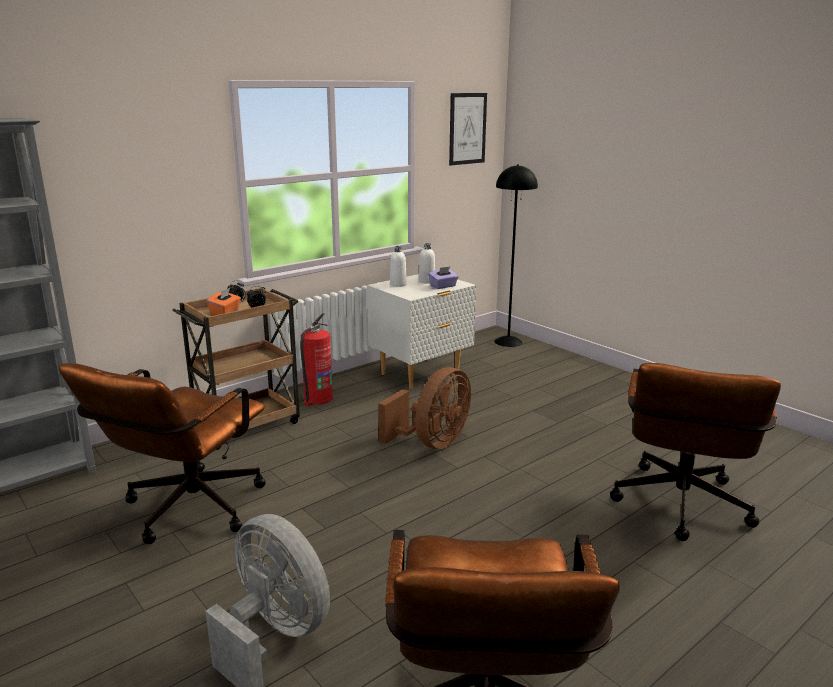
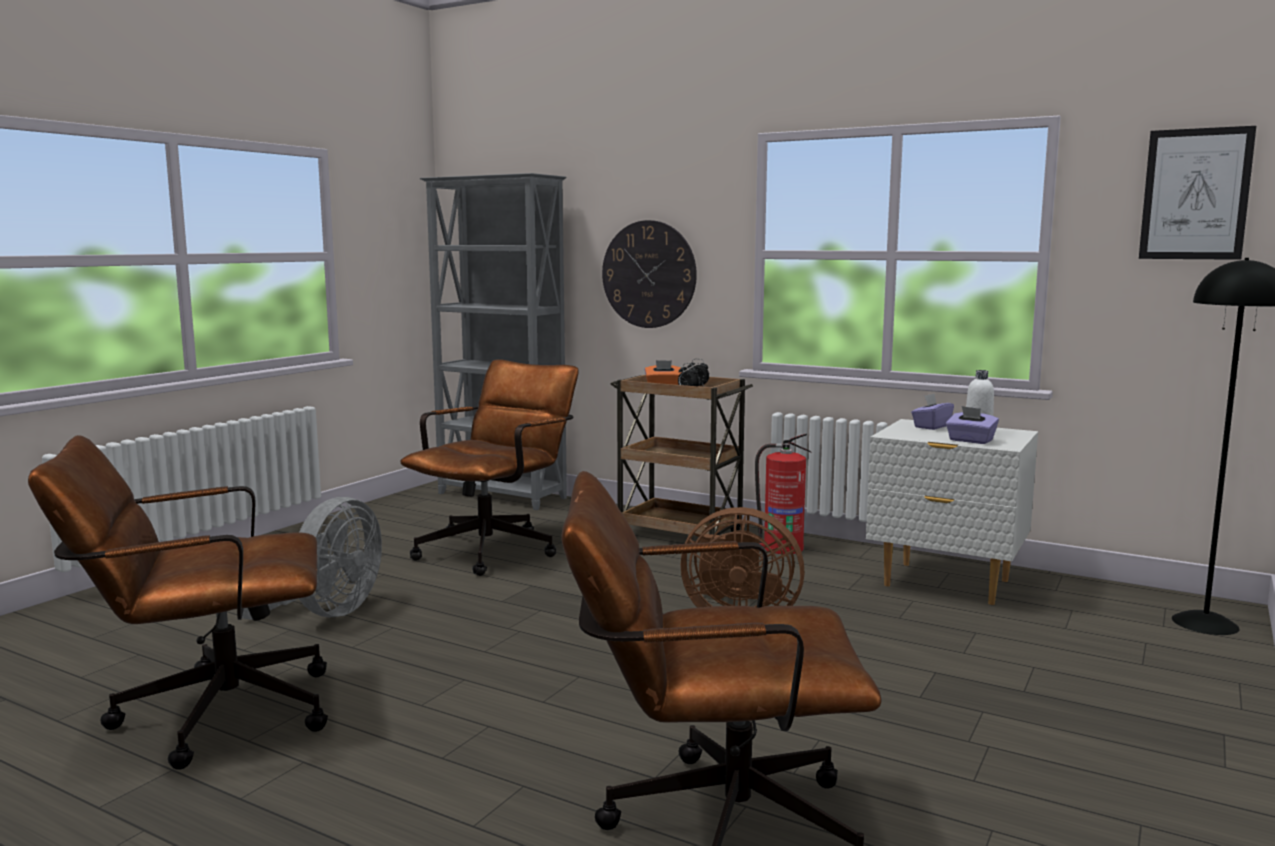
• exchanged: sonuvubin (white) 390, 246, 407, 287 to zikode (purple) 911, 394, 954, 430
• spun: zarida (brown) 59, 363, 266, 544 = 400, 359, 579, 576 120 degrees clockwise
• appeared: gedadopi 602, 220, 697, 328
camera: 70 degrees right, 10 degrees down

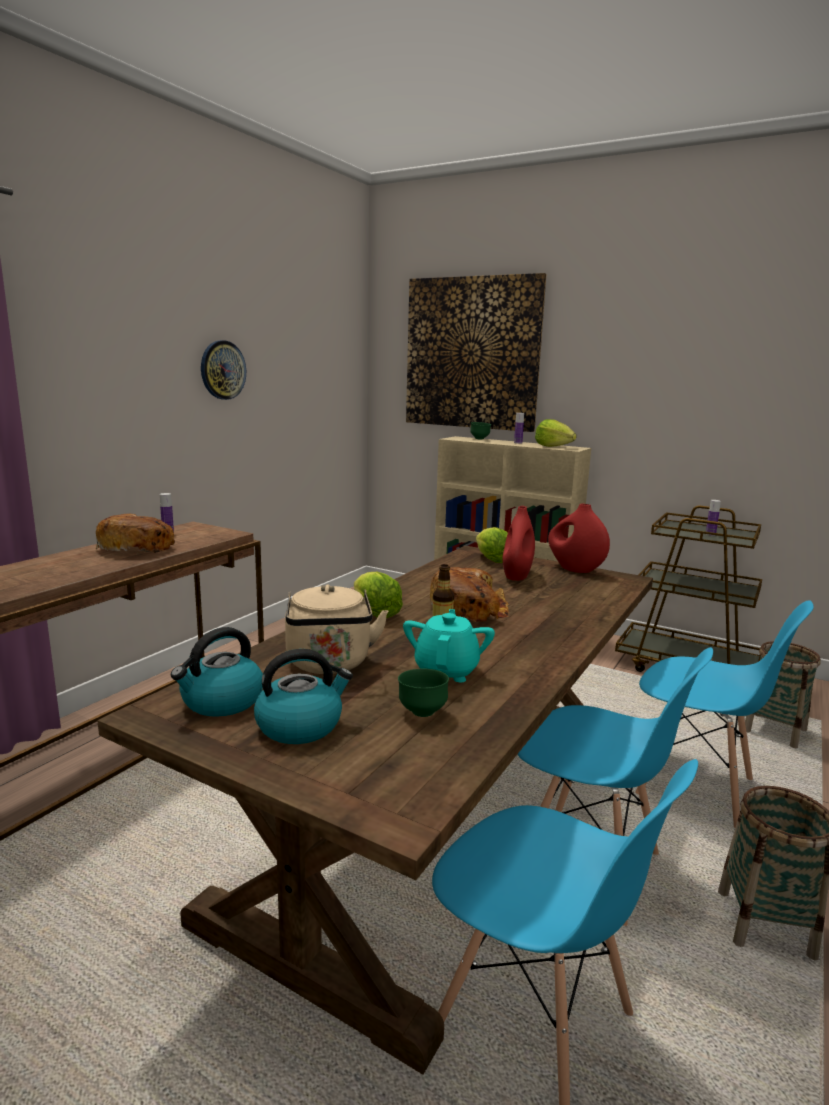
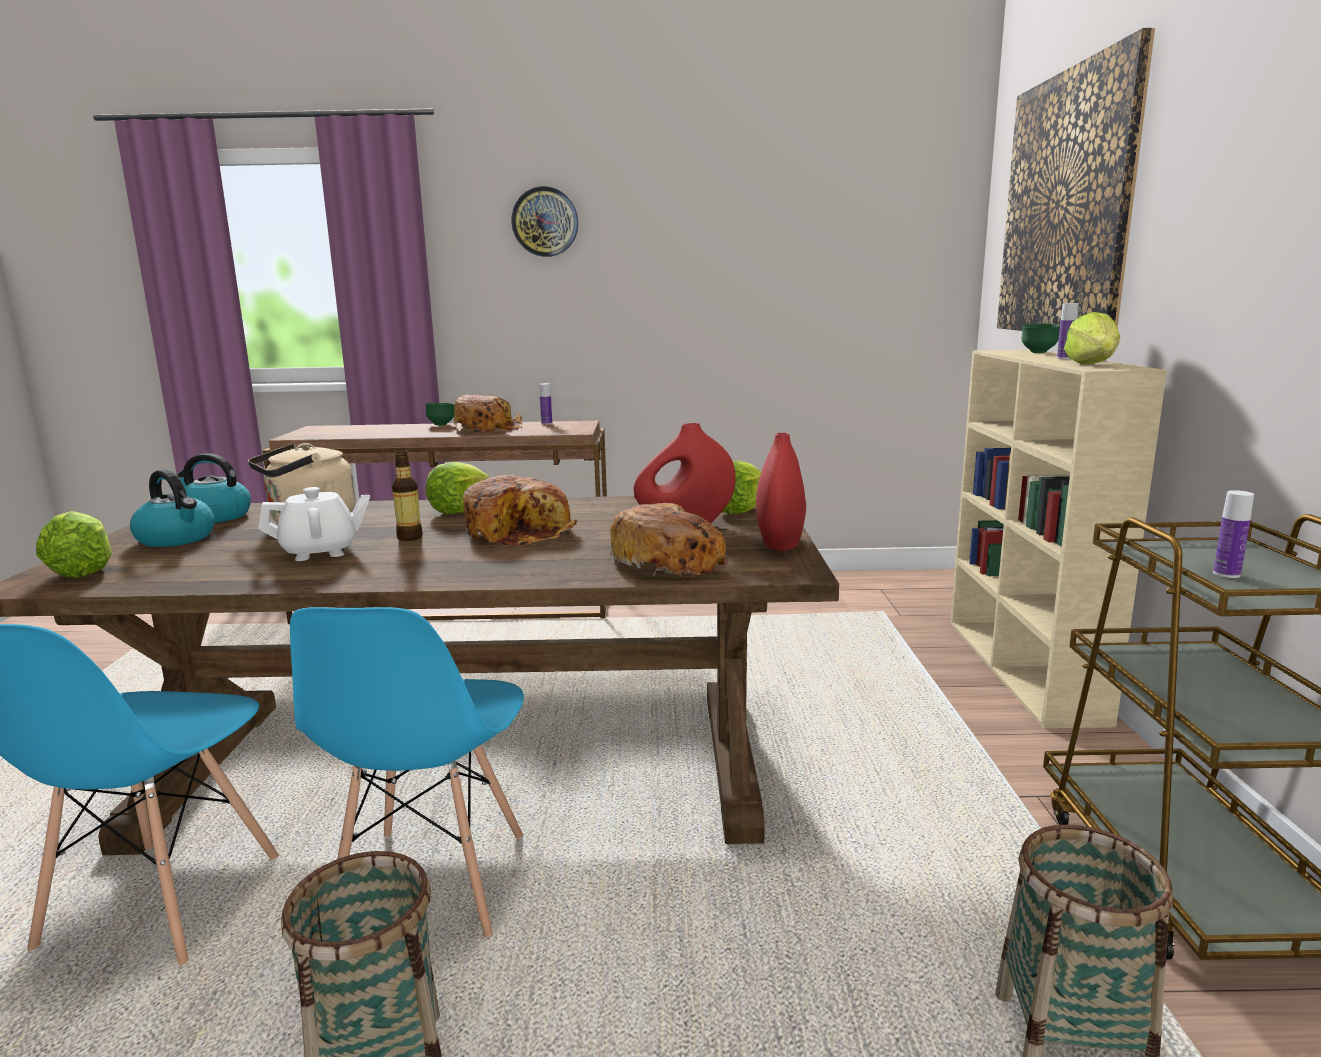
• relocated: gedadopi 201, 340, 246, 400 to 511, 186, 578, 257
• missing: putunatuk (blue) 635, 600, 814, 828
• colour: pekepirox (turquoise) 403, 609, 495, 682 to pekepirox (white) 258, 487, 370, 561
• relocated: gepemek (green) 398, 669, 449, 717 to 425, 403, 455, 426
• appeared: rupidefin 610, 503, 730, 577
• appeared: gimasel 36, 511, 112, 578
camera: 60 degrees right, 0 degrees up

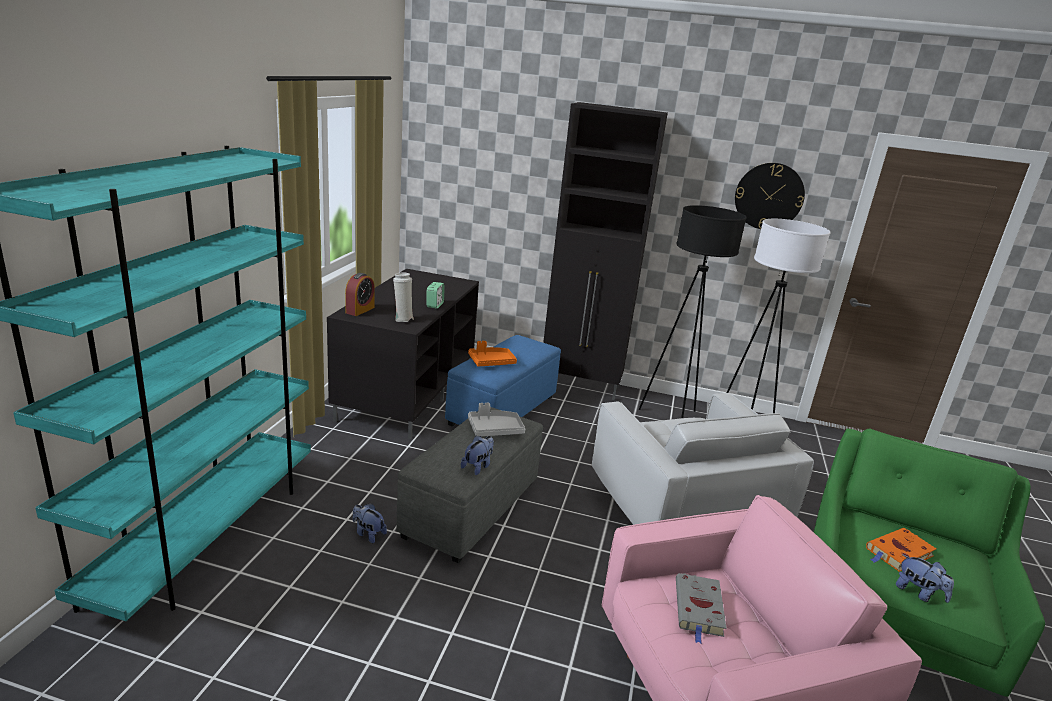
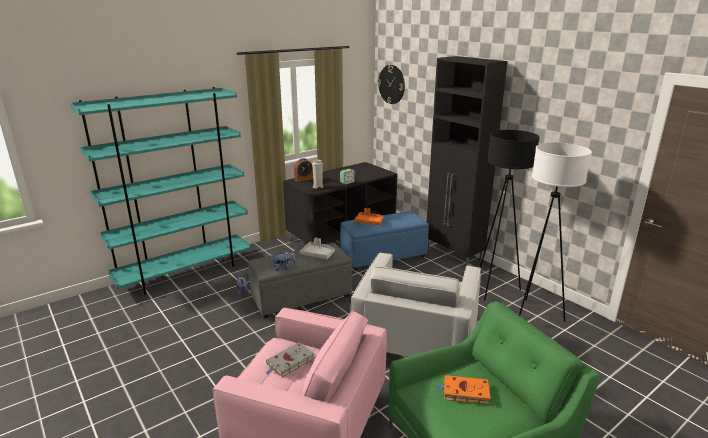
• relocated: gedadopi 735, 163, 805, 229 to 378, 65, 405, 104
• missing: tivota 896, 554, 954, 603
camera: 40 degrees right, 0 degrees up

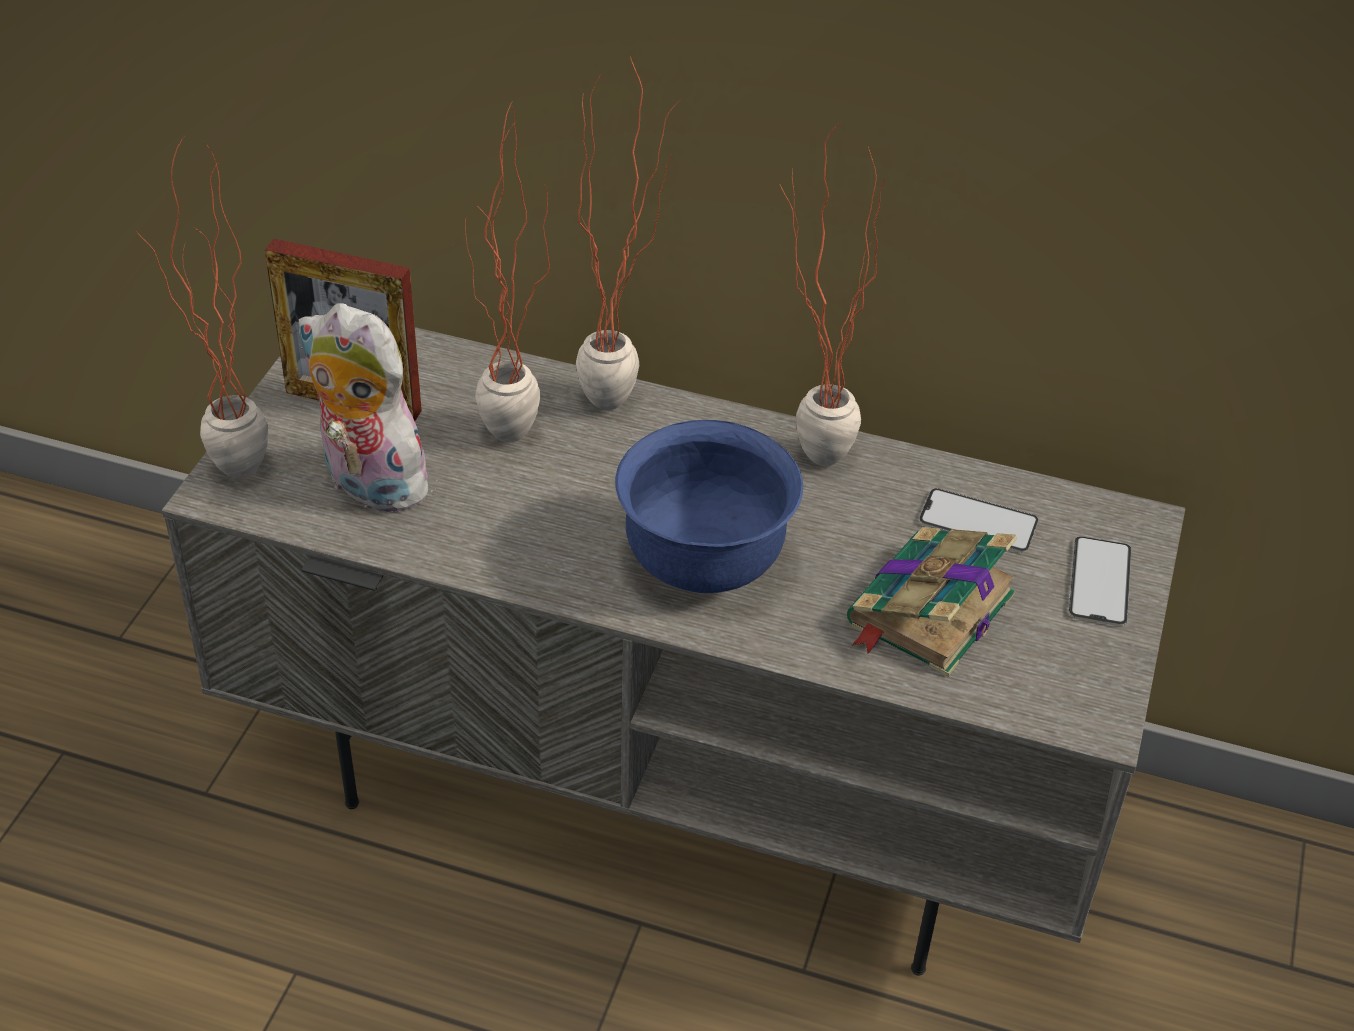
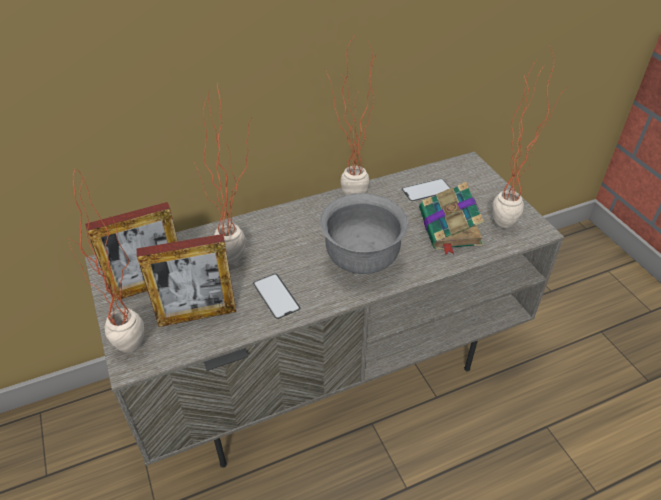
• relocated: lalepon 576, 57, 676, 410 to 492, 46, 567, 229
• exchanged: tivota 299, 303, 441, 513 to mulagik 136, 234, 236, 327
• colour: gepemek (blue) 615, 420, 803, 593 to gepemek (grey) 320, 193, 408, 274
• relocated: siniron 1069, 536, 1131, 626 to 253, 274, 301, 320
camera: 40 degrees left, 0 degrees up

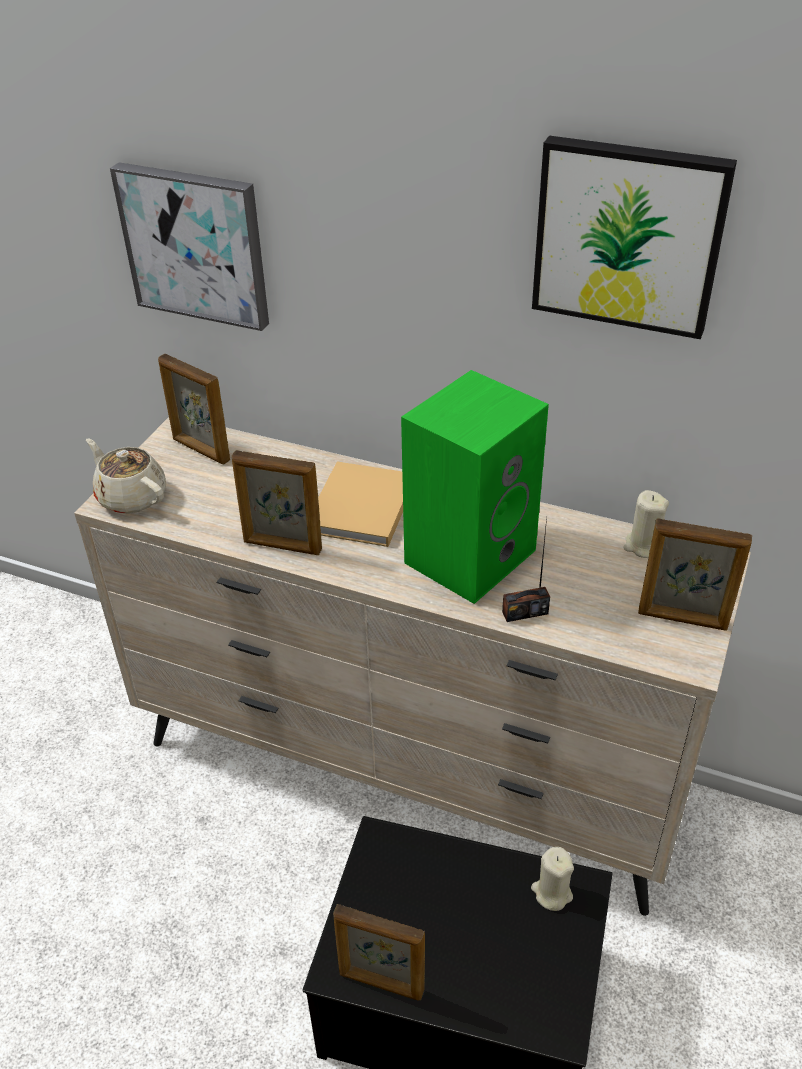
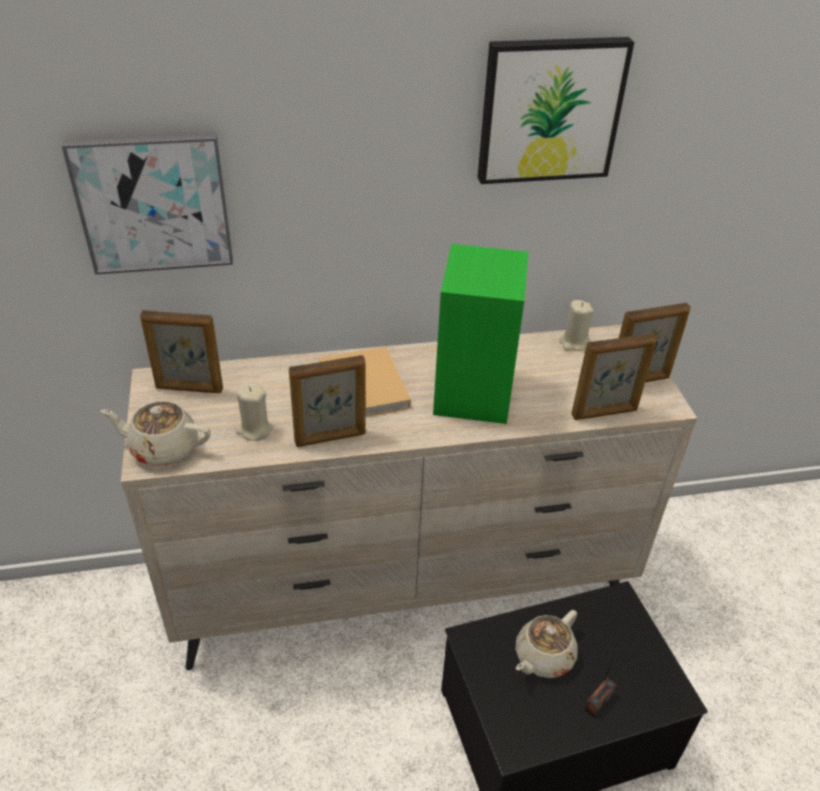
• relocated: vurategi 502, 518, 550, 622 to 584, 640, 619, 718
• relocated: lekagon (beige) 531, 847, 574, 911 to 236, 382, 273, 441
• relocated: mulagik 333, 904, 425, 1001 to 571, 333, 657, 420
• appeared: pekepirox (beige) 515, 610, 578, 678
camera: 35 degrees left, 0 degrees up

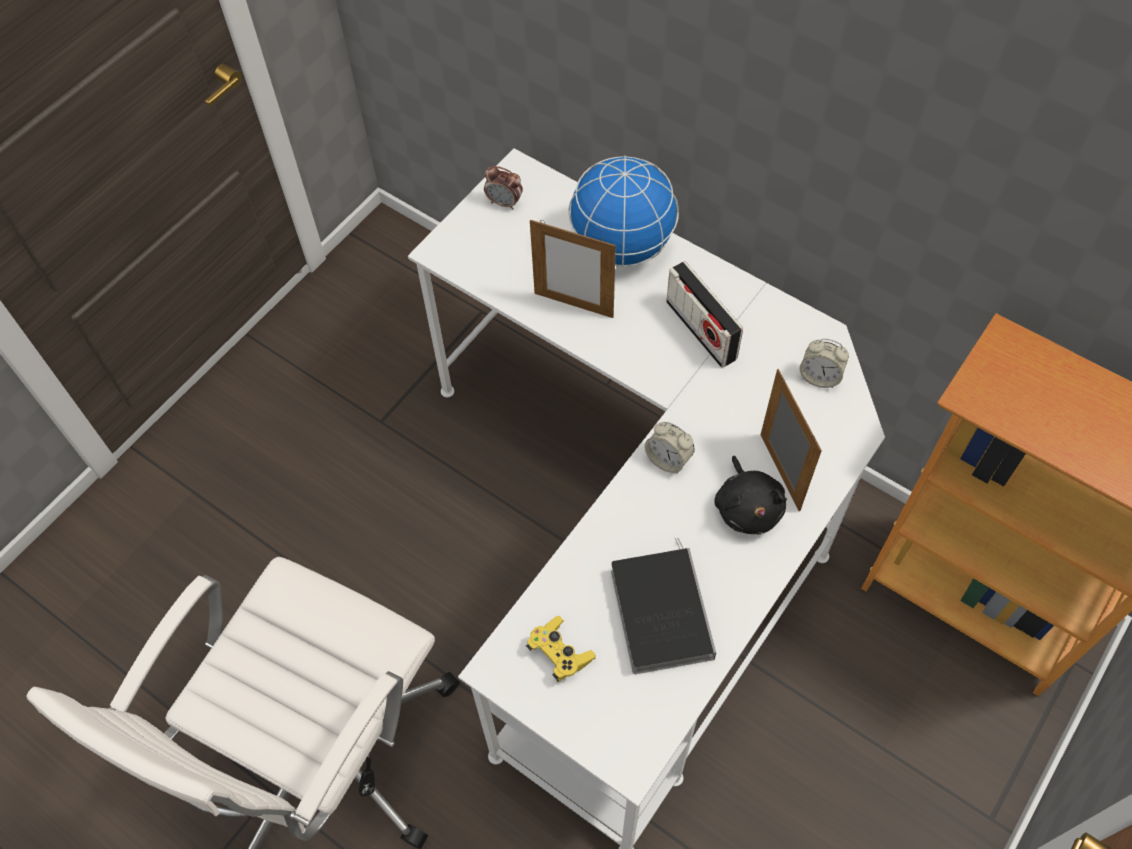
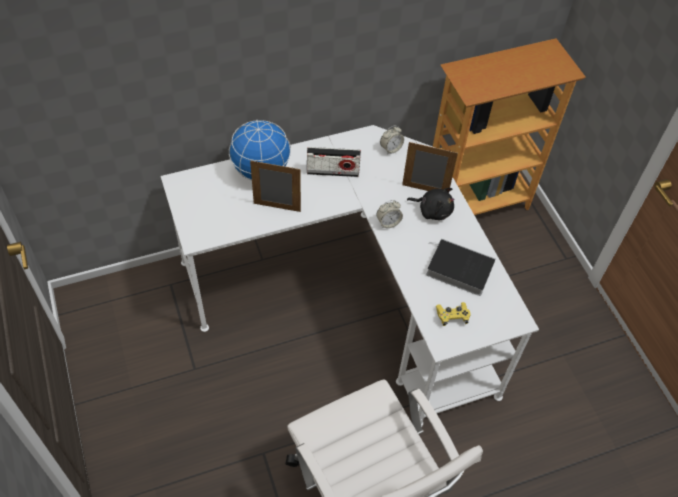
• missing: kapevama 484, 166, 523, 210
• spun: mulagik 530, 220, 616, 318 = 250, 160, 301, 212 135 degrees counterclockwise
camera: 60 degrees left, 5 degrees down

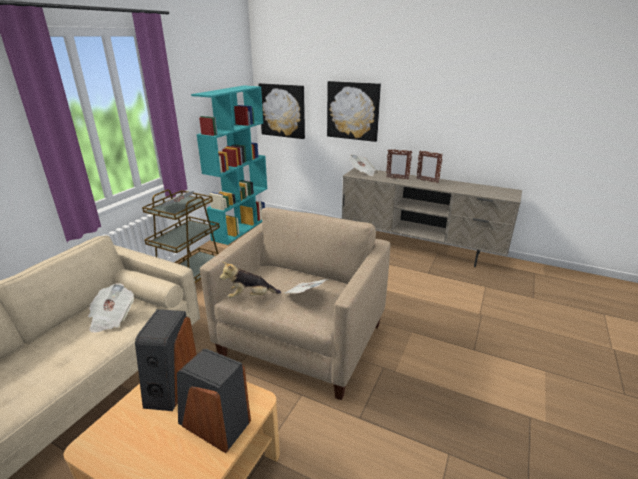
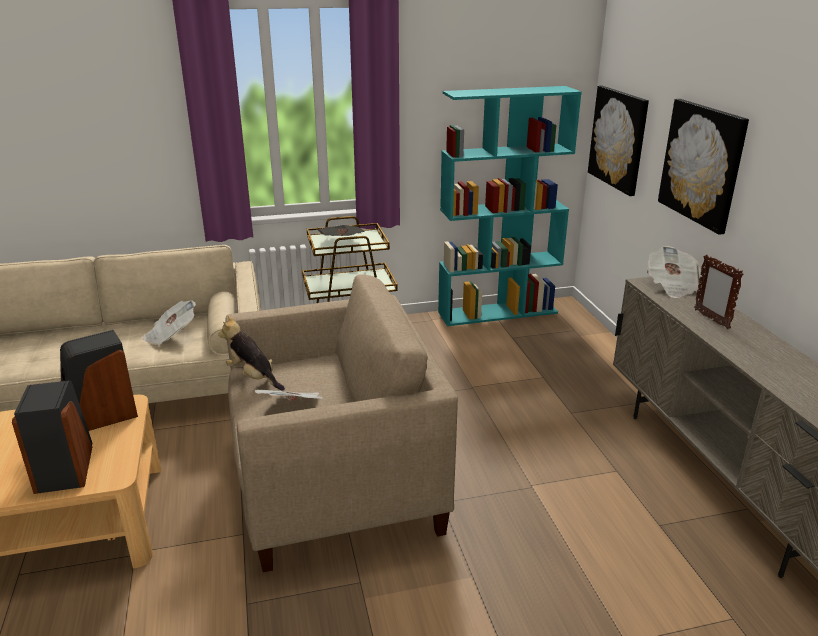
• missing: mulagik 417, 150, 443, 183
camera: 50 degrees right, 0 degrees up

